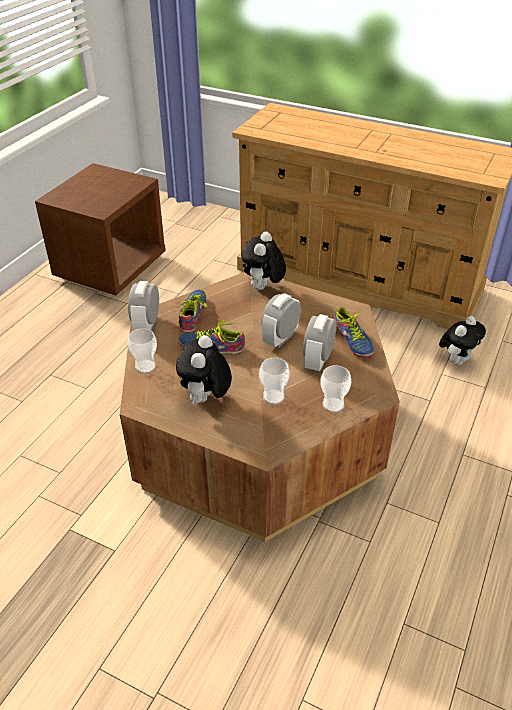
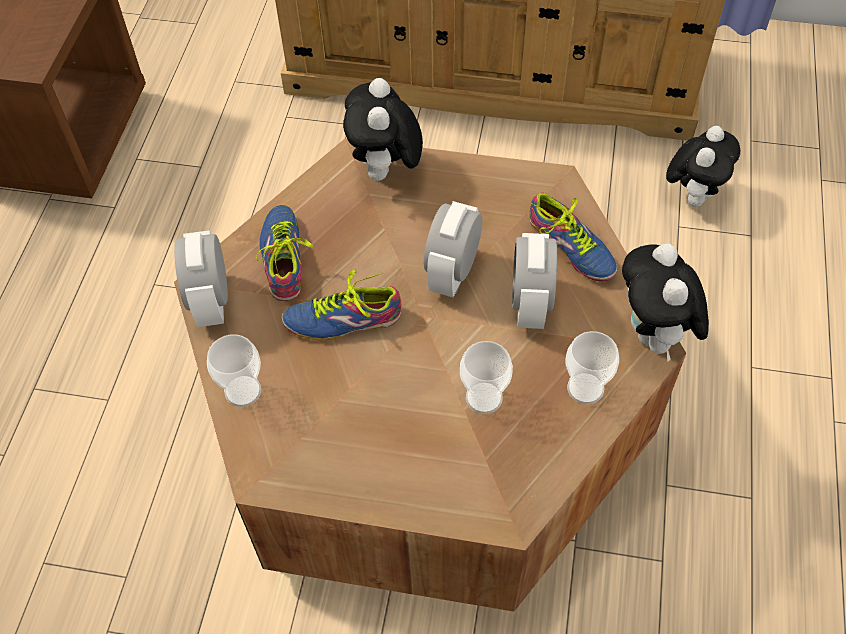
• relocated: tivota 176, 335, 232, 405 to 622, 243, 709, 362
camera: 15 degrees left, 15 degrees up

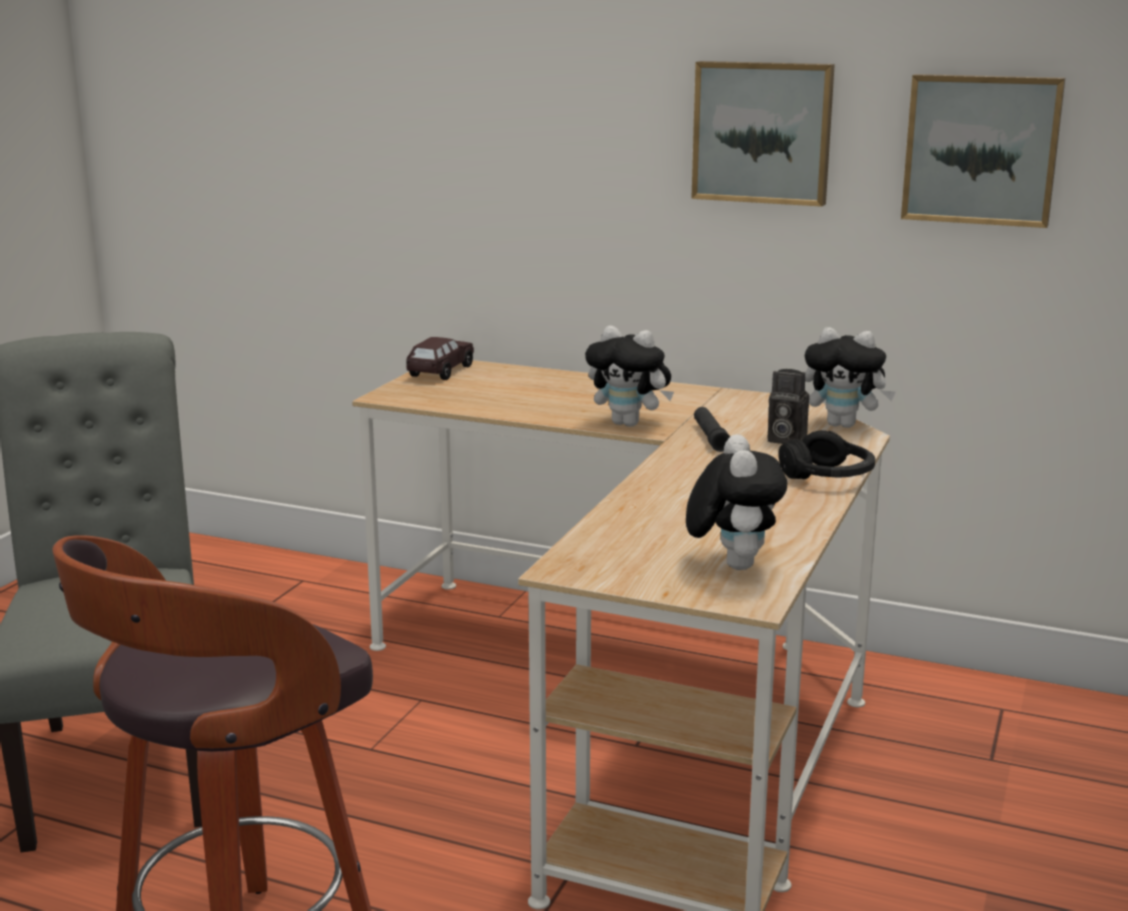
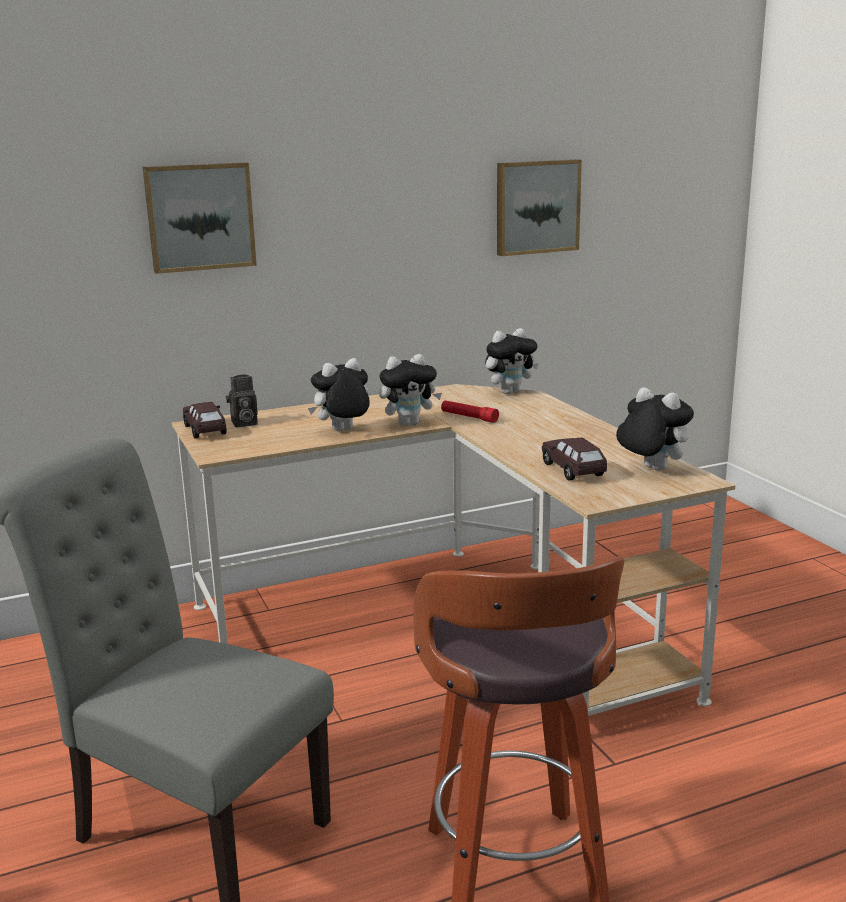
• relocated: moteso 691, 61, 835, 207 to 143, 162, 257, 274
• relocated: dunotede 768, 369, 809, 444 to 226, 375, 258, 427
• colour: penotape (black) 694, 407, 730, 452 to penotape (red) 441, 400, 499, 423
• missing: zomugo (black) 778, 430, 875, 479
• appeared: tivota 308, 358, 370, 431
• appeared: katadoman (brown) 542, 438, 607, 481
camera: 45 degrees left, 0 degrees up

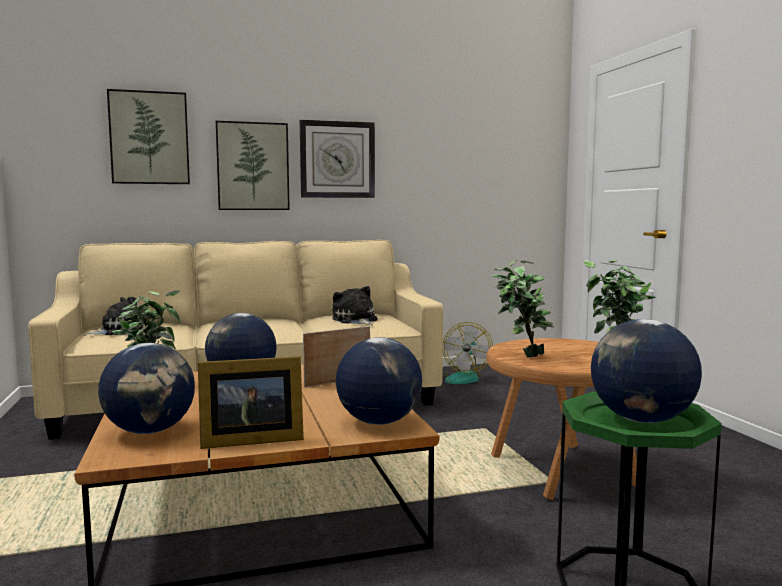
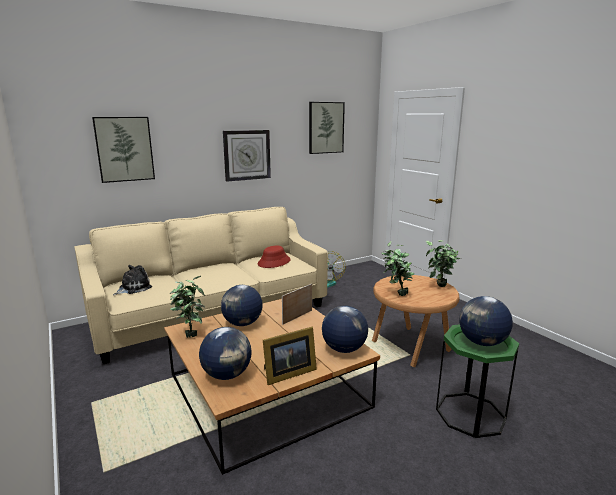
• relocated: moteso 216, 121, 290, 210 to 309, 102, 345, 154
• exchanged: tivota 332, 286, 378, 325 to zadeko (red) 258, 246, 291, 268
camera: 15 degrees left, 10 degrees up

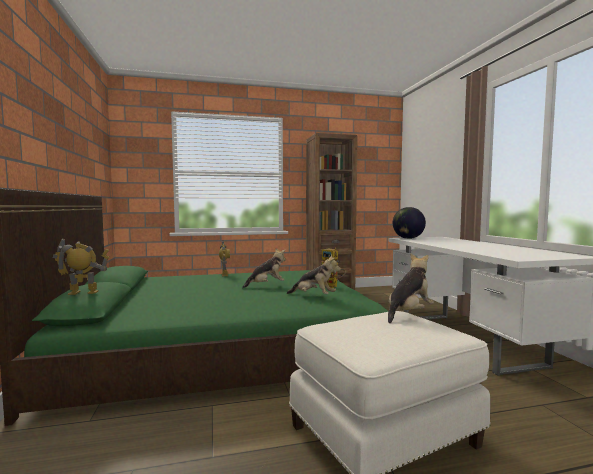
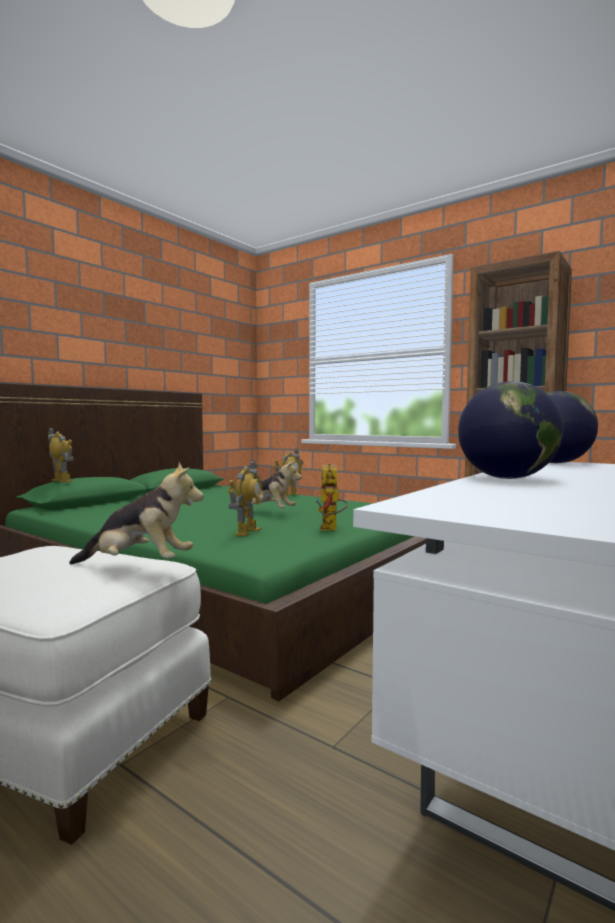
• exchanged: tivota 287, 255, 341, 294 to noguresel 228, 460, 262, 536
• appeared: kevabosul 458, 381, 563, 479
camera: 50 degrees right, 0 degrees up

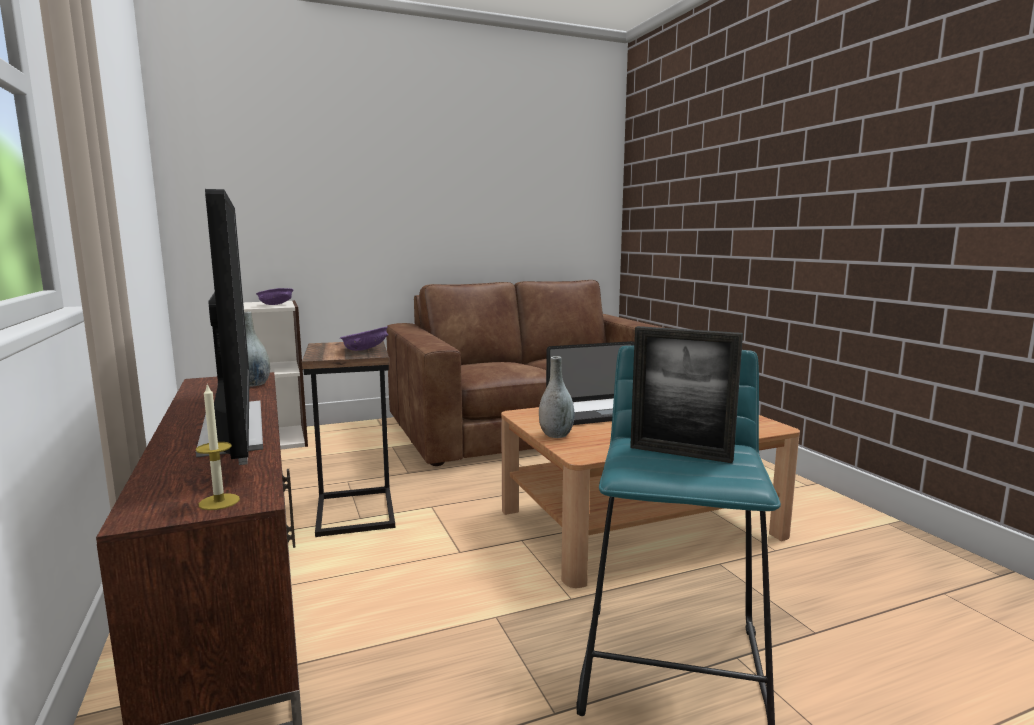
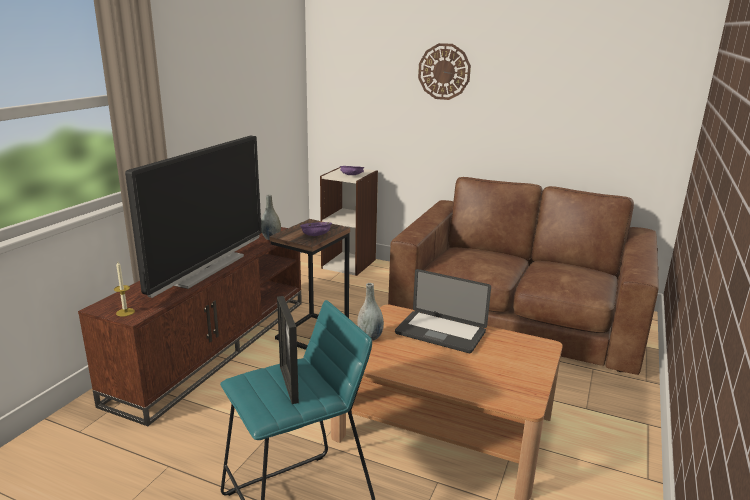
• appeared: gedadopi 418, 43, 471, 100
camera: 45 degrees right, 10 degrees up

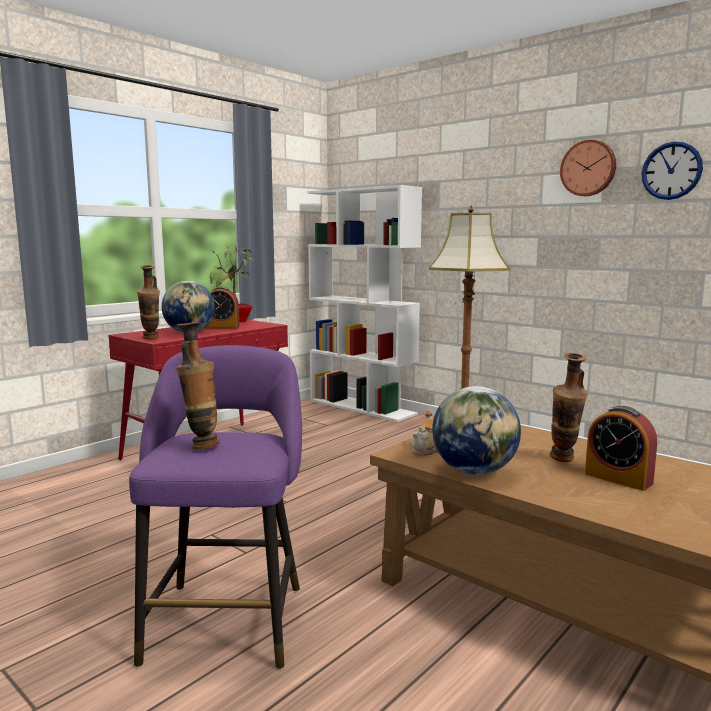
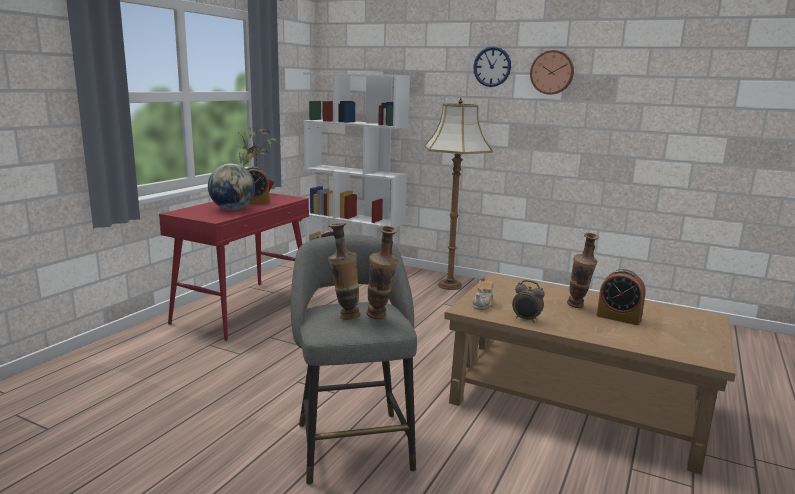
• relocated: gedadopi 642, 142, 703, 200 to 473, 46, 511, 87
• relocated: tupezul 137, 265, 160, 340 to 366, 226, 398, 319
• colour: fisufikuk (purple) 129, 345, 302, 669 to fisufikuk (grey) 291, 235, 417, 485
• exchanged: kevabosul 432, 386, 521, 475 to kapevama 512, 280, 545, 323
camera: 15 degrees left, 5 degrees up

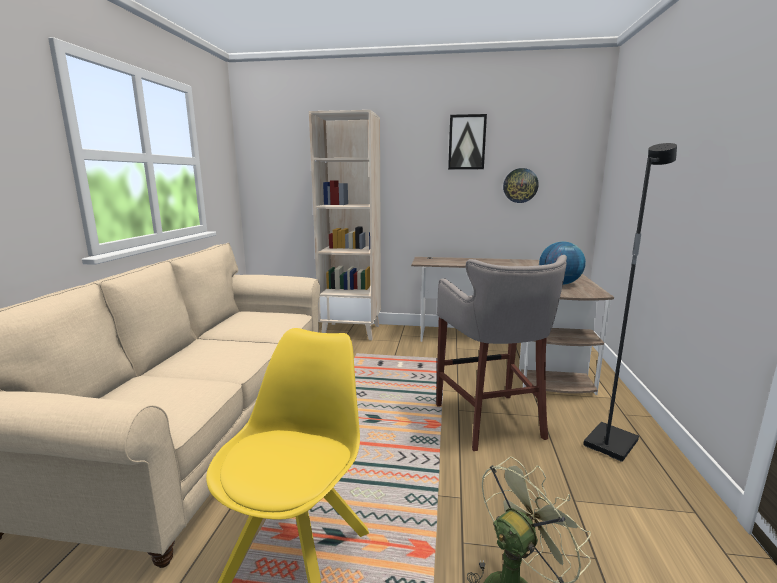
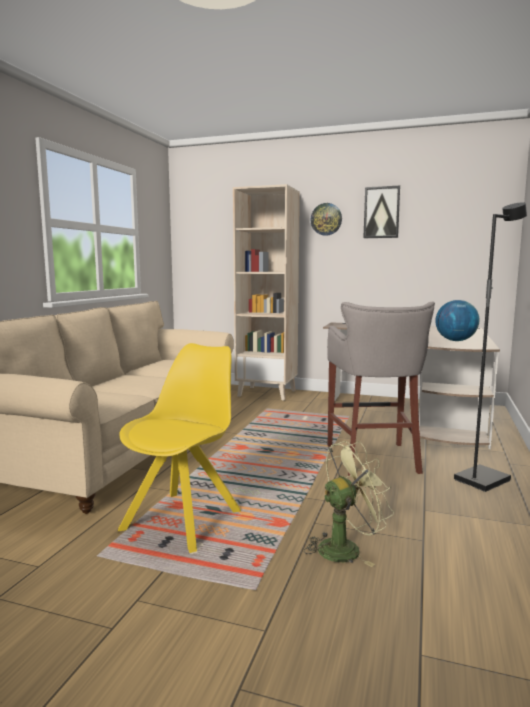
• relocated: gedadopi 503, 168, 539, 203 to 311, 203, 342, 236
camera: 10 degrees right, 5 degrees down

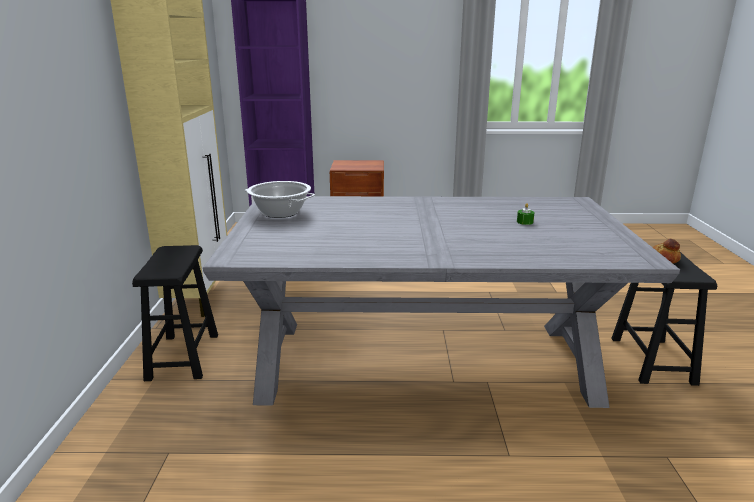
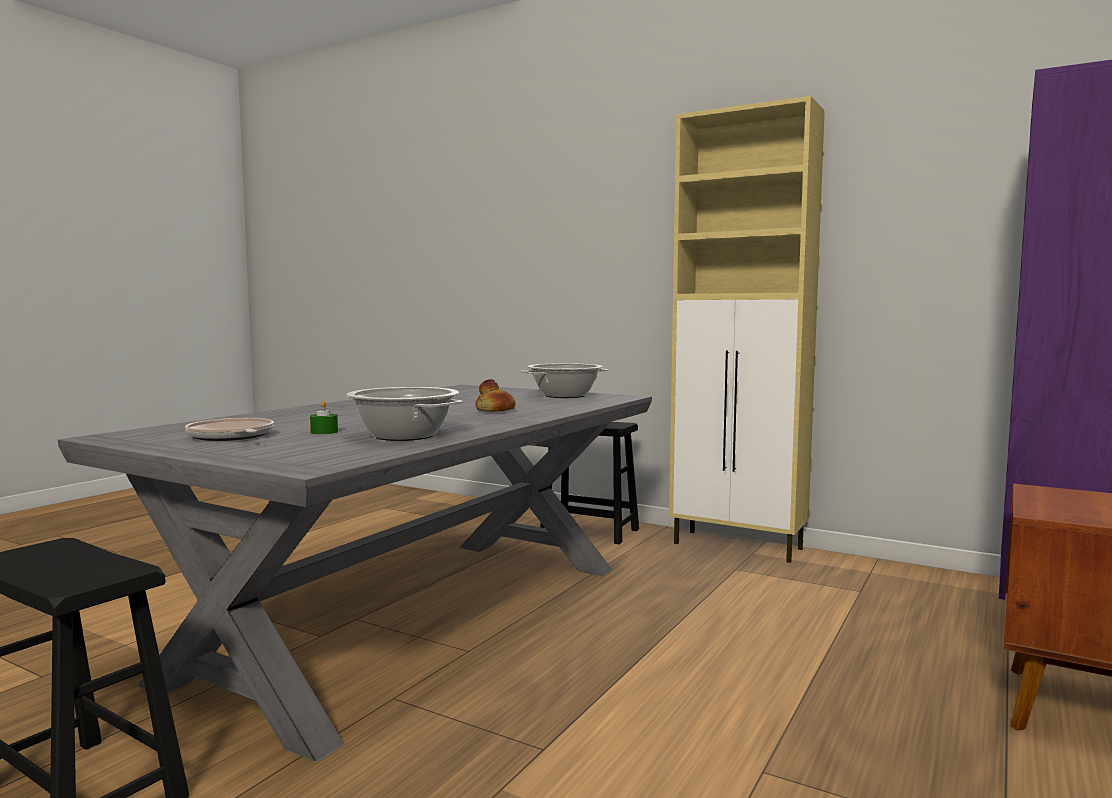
• relocated: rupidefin 653, 239, 681, 264 to 476, 379, 516, 412
• appeared: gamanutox 346, 387, 463, 441
• appeared: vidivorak 185, 418, 274, 441
camera: 120 degrees right, 15 degrees down

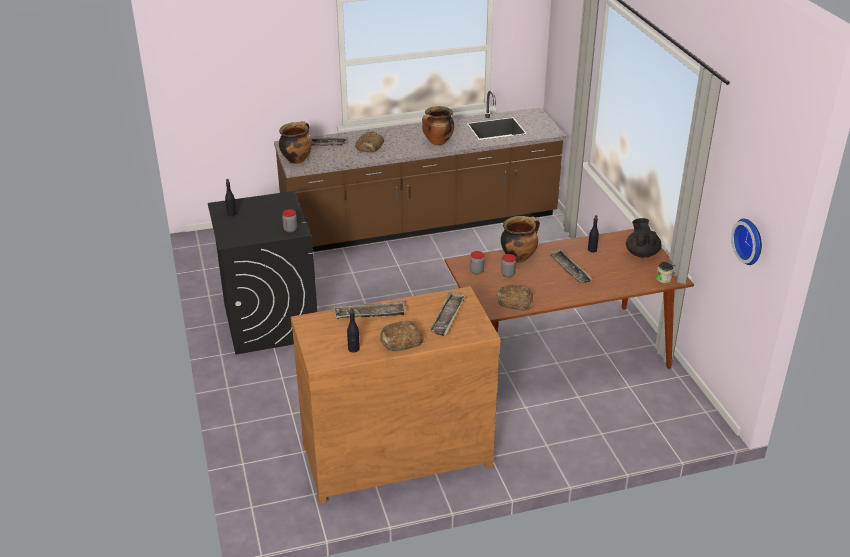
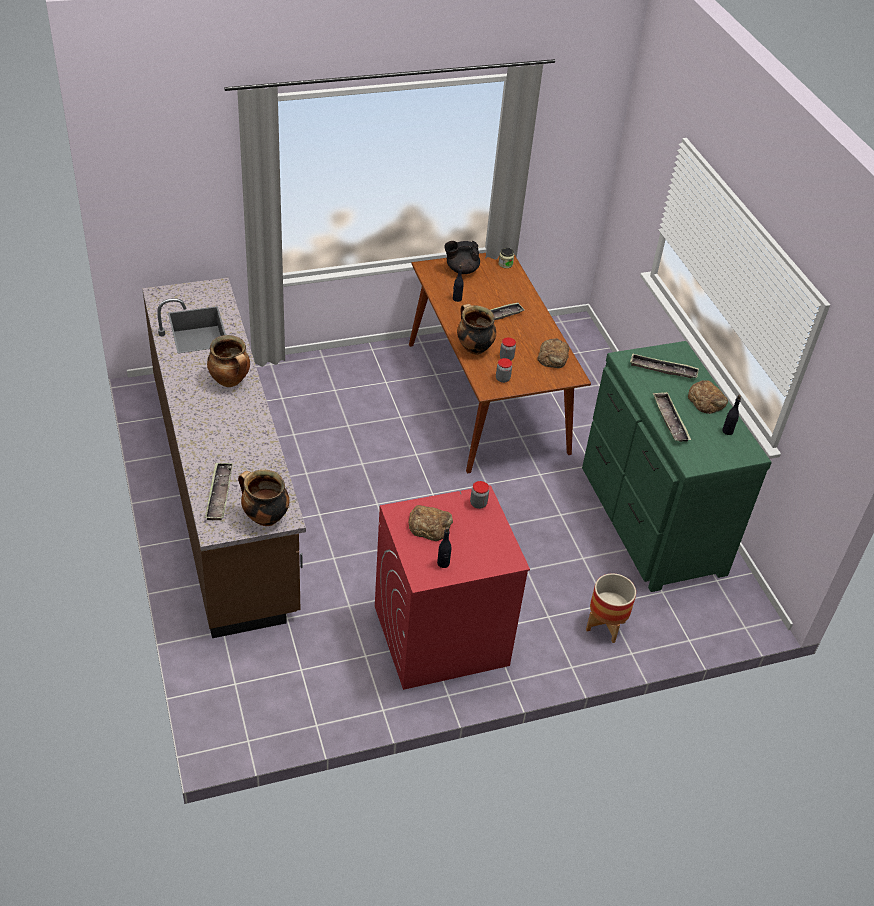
• relocated: rupidefin 355, 132, 384, 153 to 408, 505, 453, 541
• colour: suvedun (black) 208, 191, 317, 355 to suvedun (red) 375, 485, 530, 690
• missing: gedadopi 731, 219, 762, 265
• colour: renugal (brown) 291, 286, 501, 504 to renugal (green) 582, 341, 772, 592
• appeared: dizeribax 586, 573, 636, 643
camera: 95 degrees left, 10 degrees up

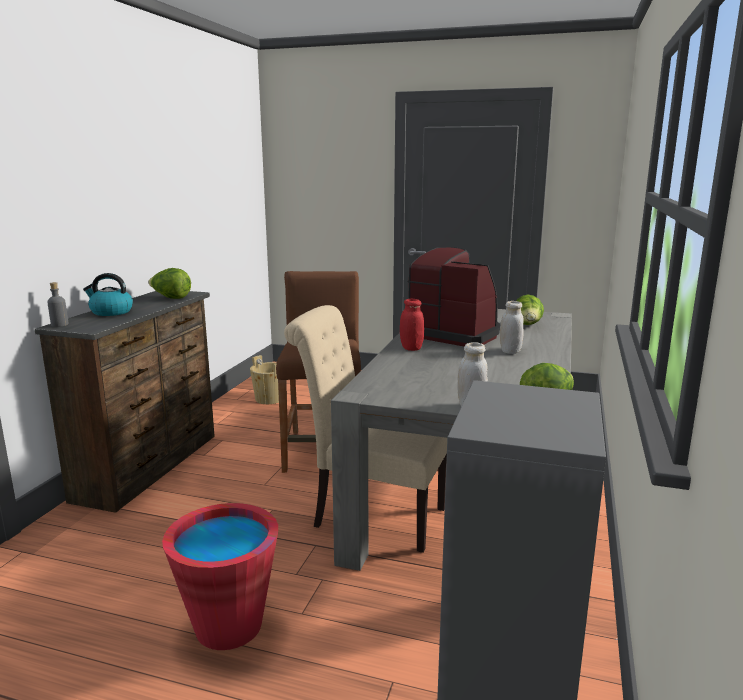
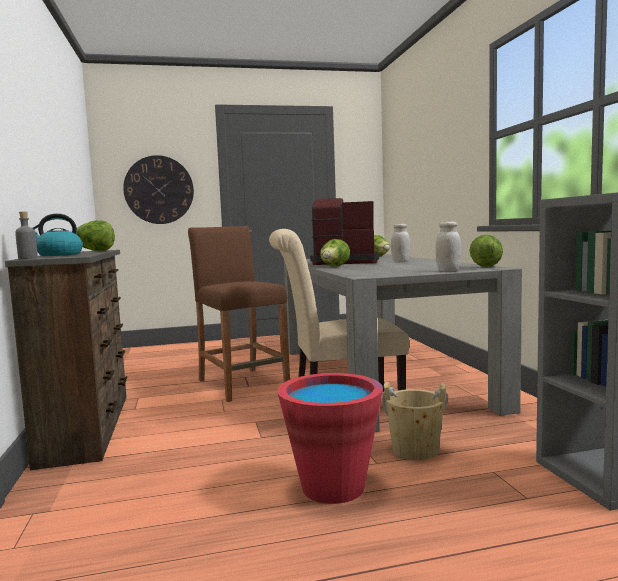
• exchanged: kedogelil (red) 400, 299, 424, 351 to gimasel 320, 239, 350, 267
• relocated: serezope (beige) 250, 355, 287, 404 to 382, 382, 448, 460
• appeared: gedadopi 123, 155, 194, 224
camera: 30 degrees left, 10 degrees down

